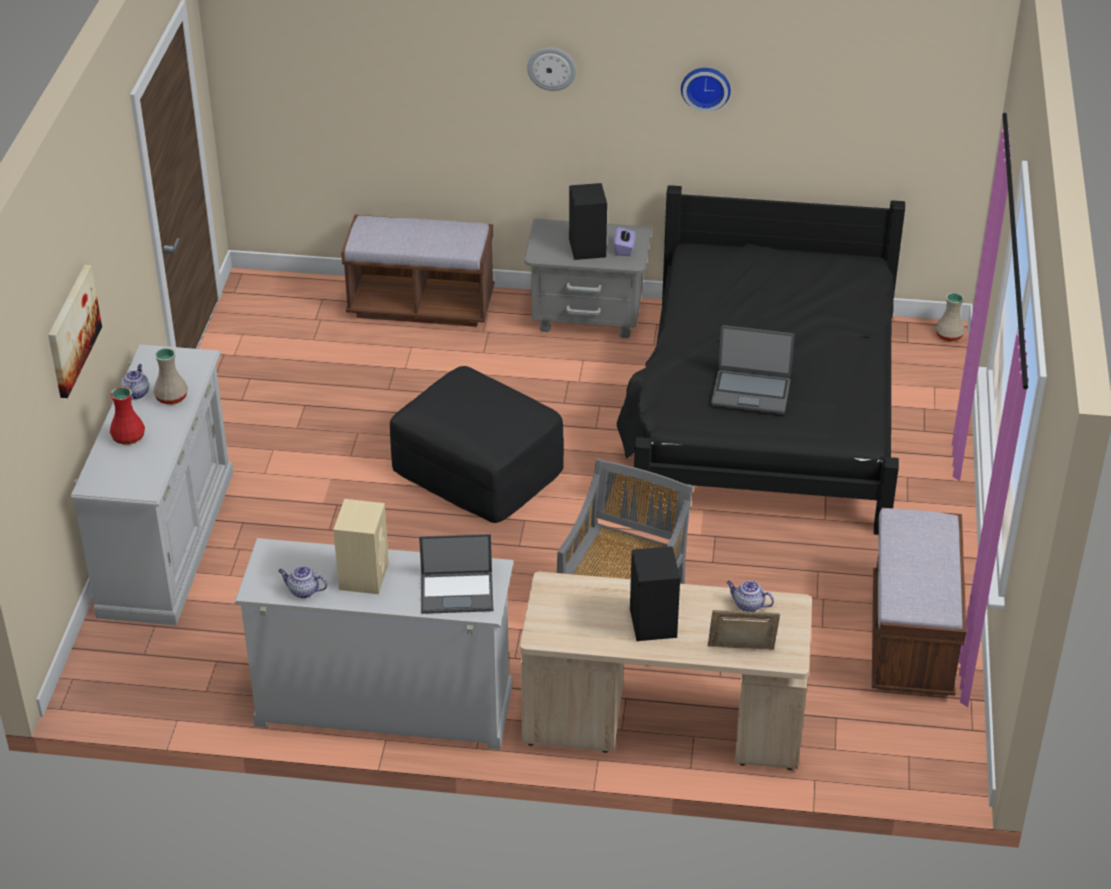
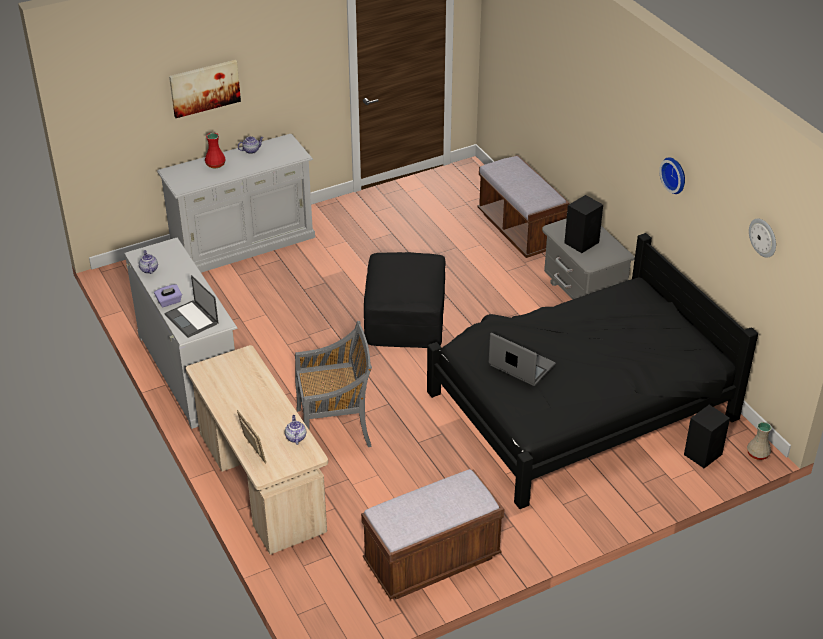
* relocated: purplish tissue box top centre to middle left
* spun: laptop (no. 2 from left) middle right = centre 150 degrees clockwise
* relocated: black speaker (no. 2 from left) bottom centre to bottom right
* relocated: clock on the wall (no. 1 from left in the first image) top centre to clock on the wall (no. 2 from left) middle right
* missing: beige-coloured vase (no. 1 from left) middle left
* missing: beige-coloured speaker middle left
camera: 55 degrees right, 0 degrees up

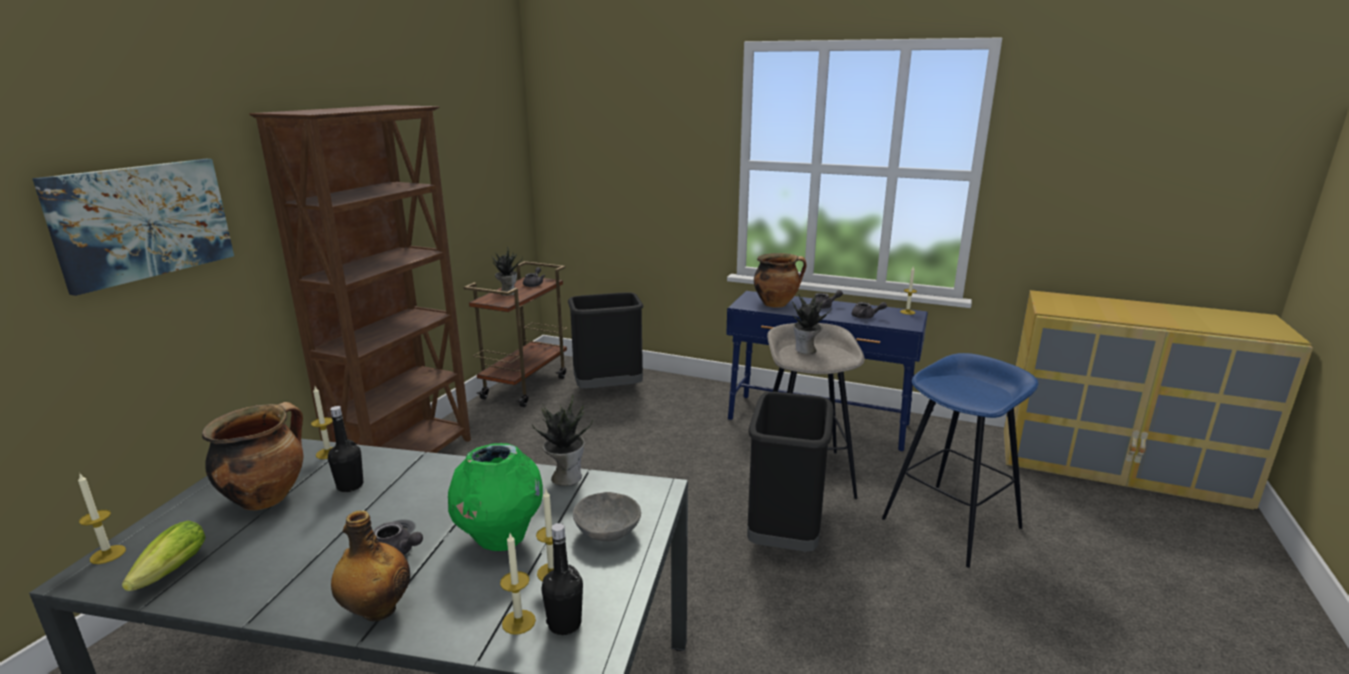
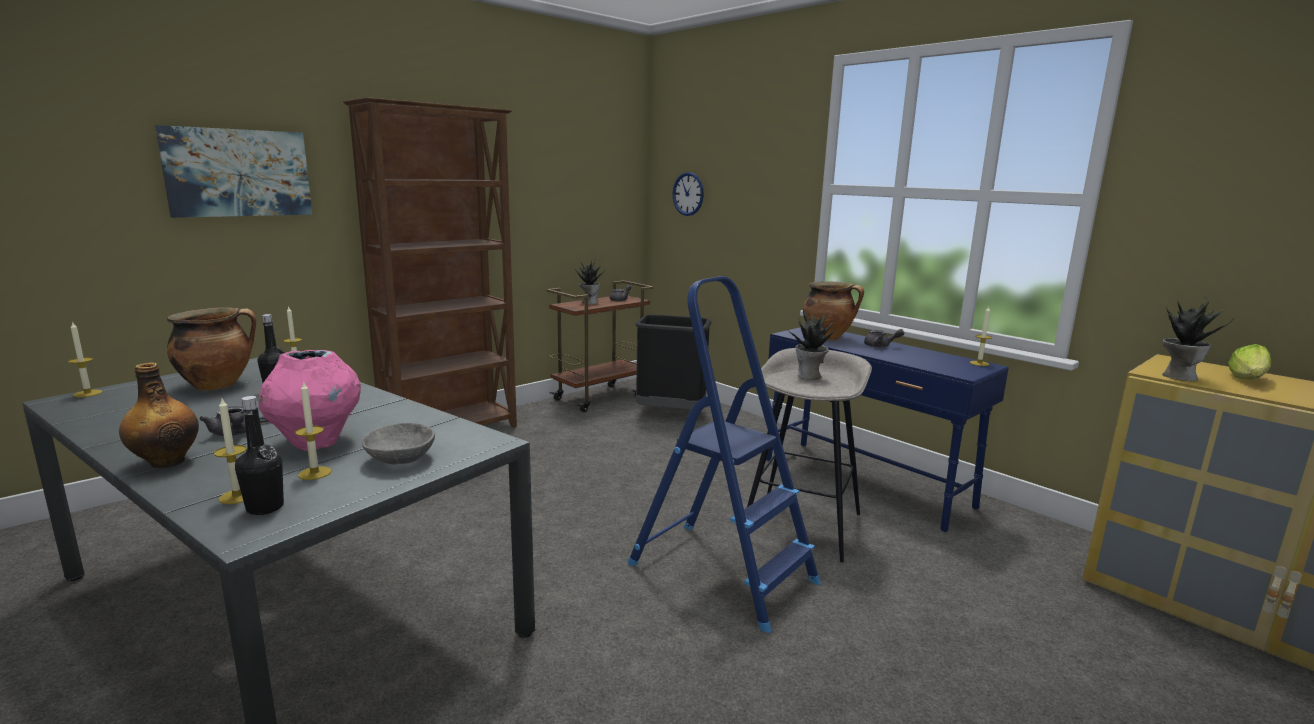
* colour: green vase bottom centre to pinkish vase middle left
* exchanged: black rubbish bin (no. 2 from left) bottom centre to bluish step ladder centre
* appeared: clock on the wall top centre
* relocated: plant in a pot (no. 2 from left in the first image) centre to plant in a pot (no. 3 from left) middle right
* relocated: lettuce bottom left to middle right
* missing: greyish tea pot (no. 4 from left) centre
* missing: bluish stool seat bottom right
camera: 25 degrees right, 5 degrees down

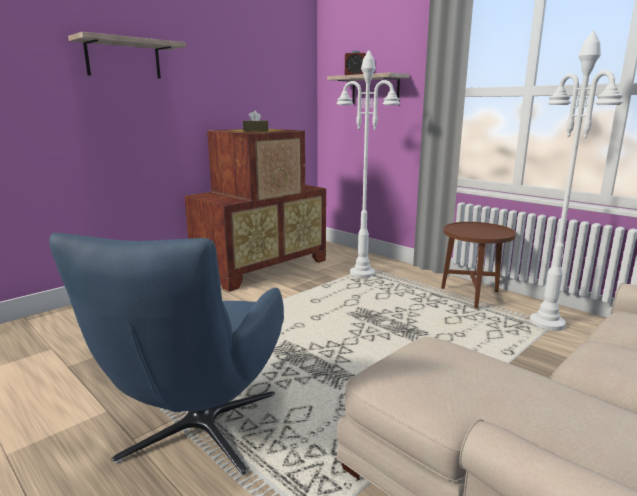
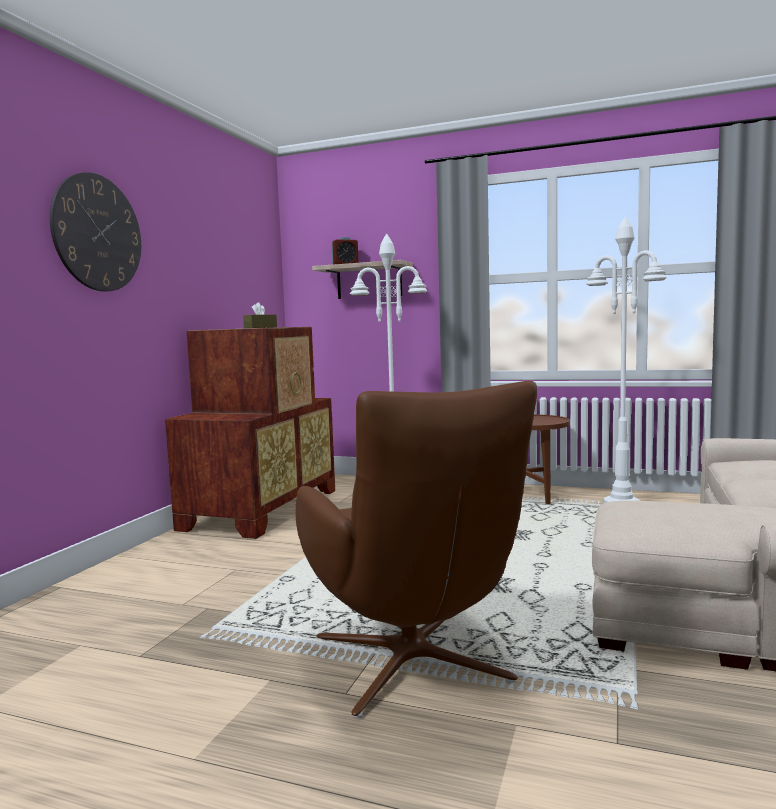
* exchanged: wall shelf (no. 1 from left) top left to clock on the wall top left
* colour: bluish easy chair bottom left to brown easy chair bottom centre
camera: 25 degrees left, 10 degrees down

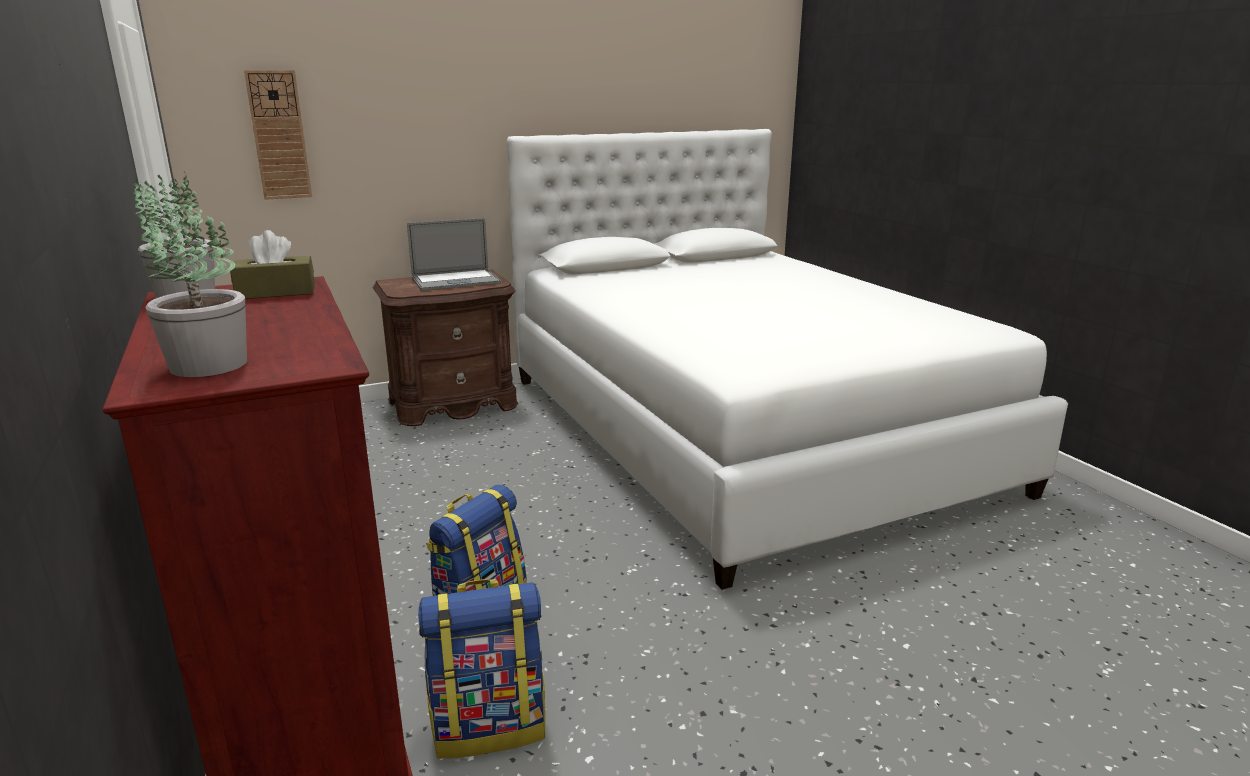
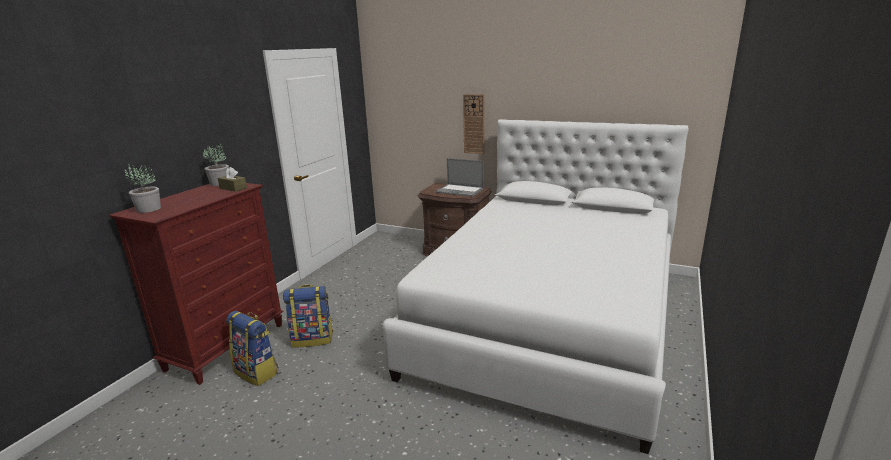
* relocated: clock on the wall top left to top centre
camera: 50 degrees right, 0 degrees up

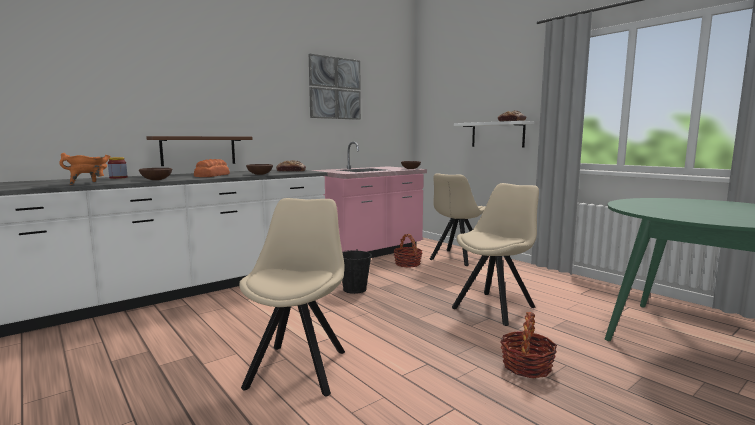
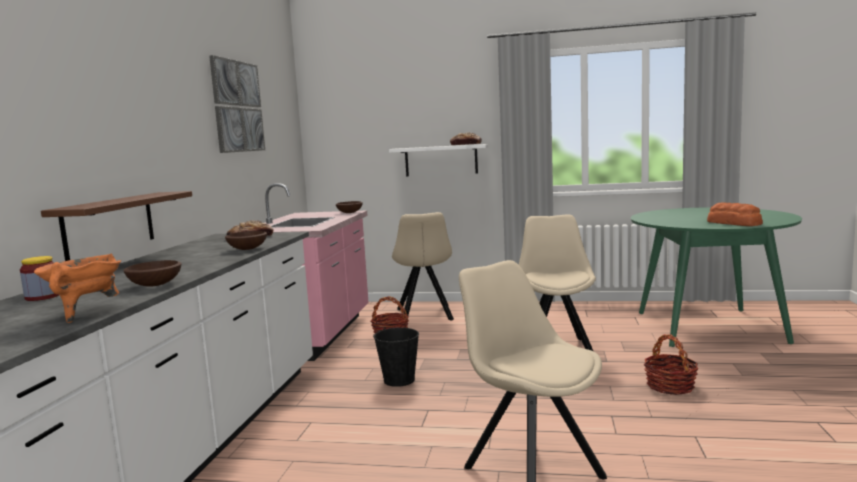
* relocated: baked bread (no. 1 from left in the first image) middle left to baked bread (no. 3 from left) middle right
camera: 40 degrees left, 0 degrees up

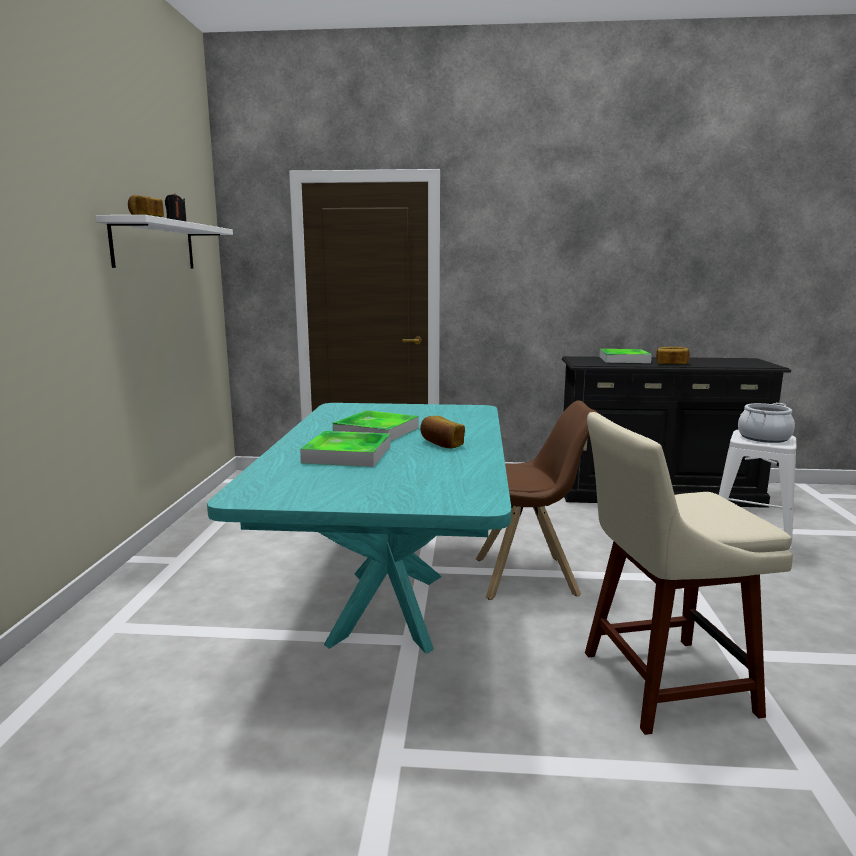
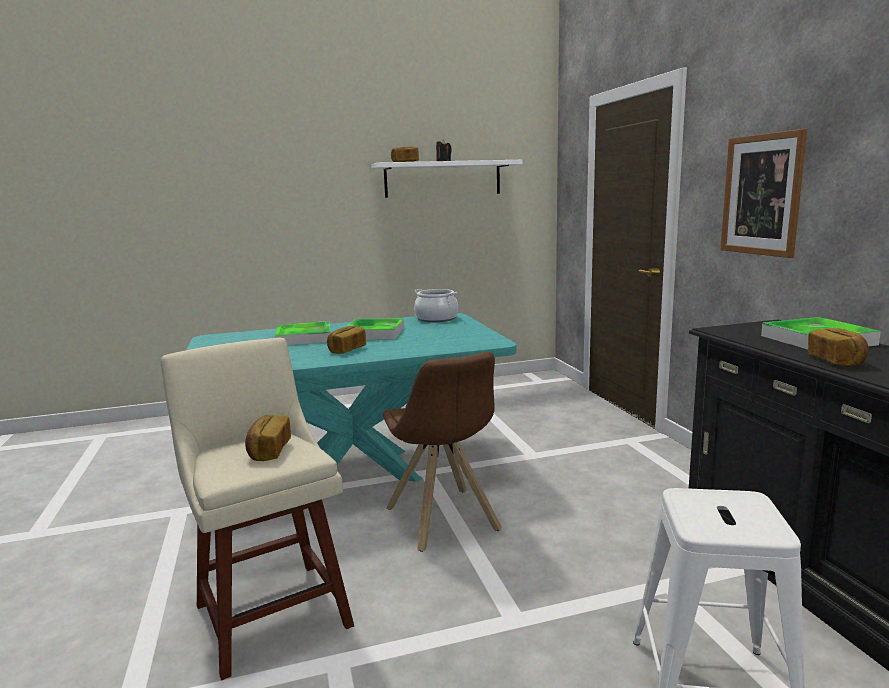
* appeared: baked bread (no. 1 from left) middle left
* relocated: stockpot middle right to centre
* appeared: wall art top right
camera: 70 degrees right, 0 degrees up

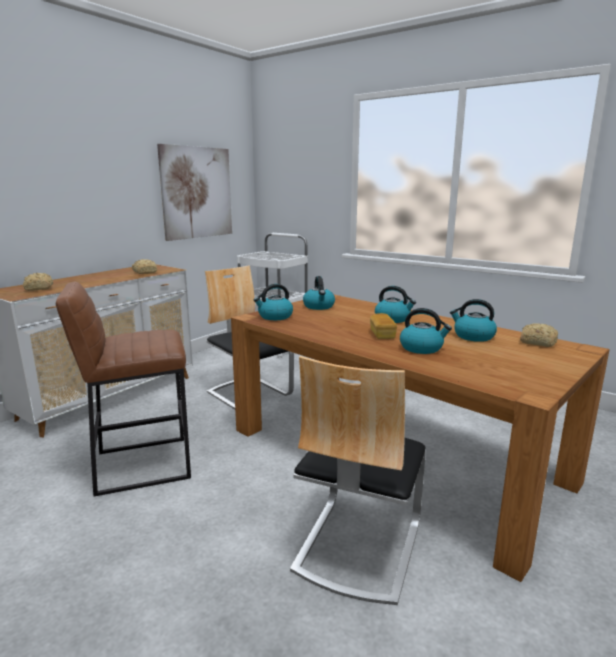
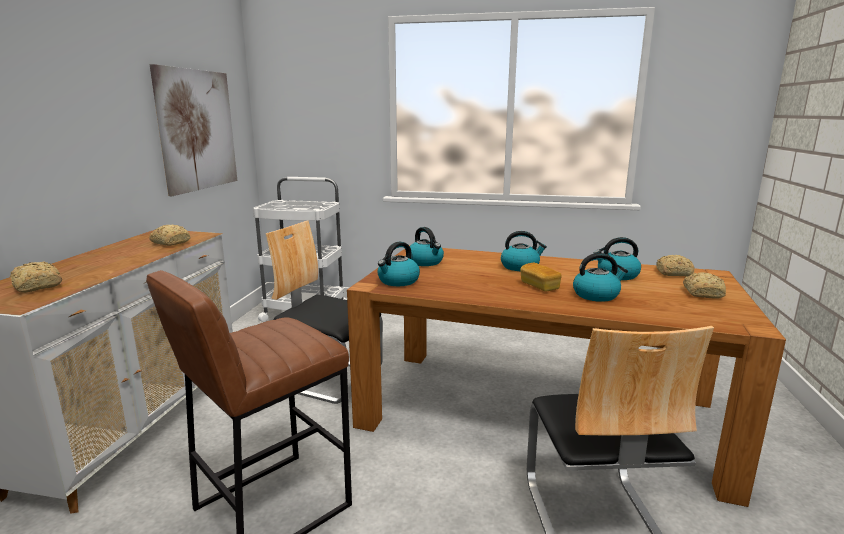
* appeared: baked bread (no. 5 from left) middle right
camera: 25 degrees left, 0 degrees up

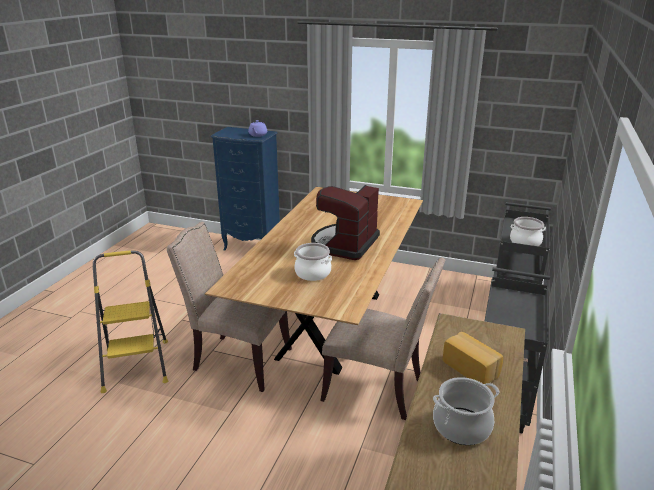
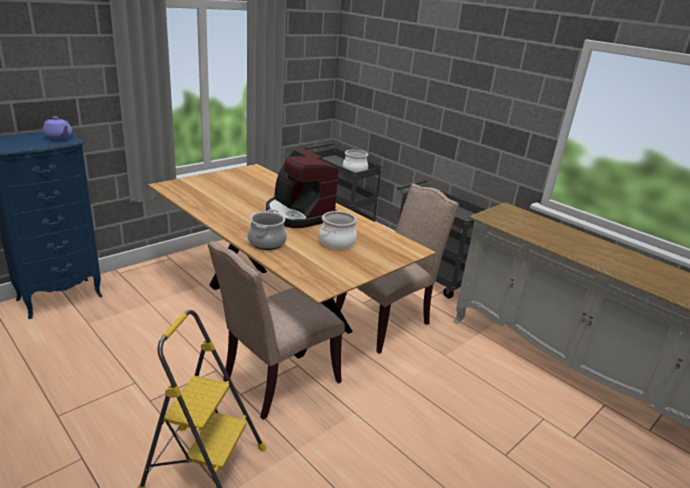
* relocated: stockpot (no. 2 from left in the first image) bottom right to stockpot (no. 1 from left) centre
* missing: baked bread bottom right
camera: 65 degrees left, 0 degrees up

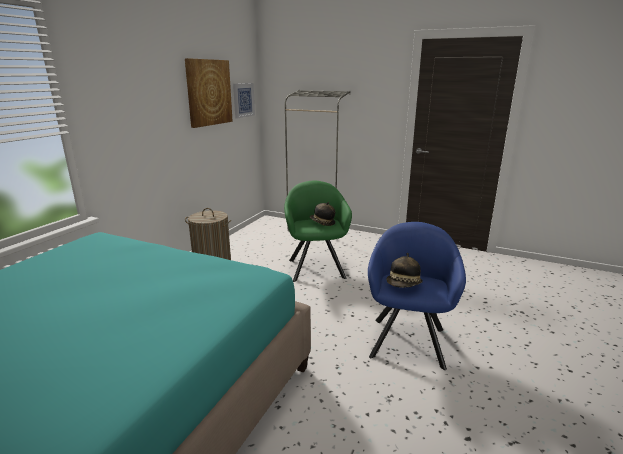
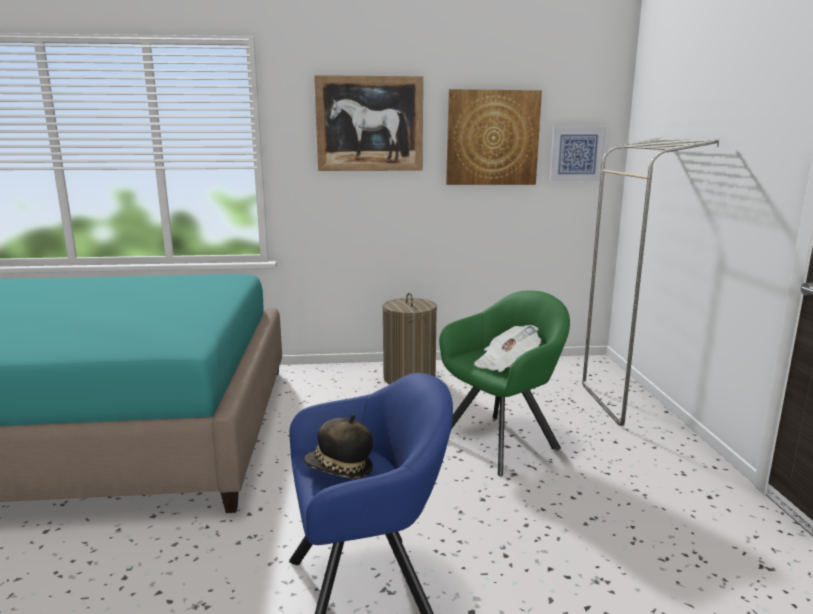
* appeared: wall art (no. 1 from left) top centre
* exchanged: wearable hat (no. 1 from left) centre to newspaper centre
camera: 60 degrees right, 5 degrees down

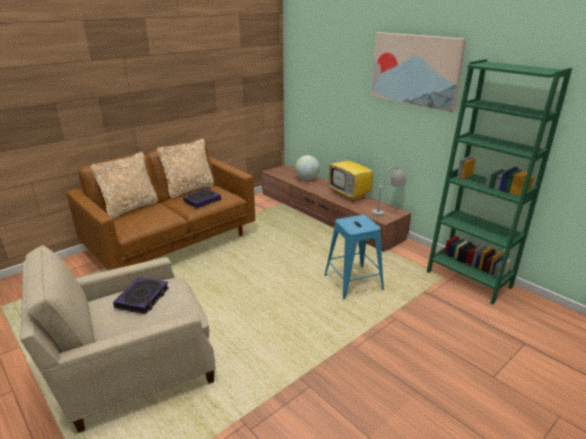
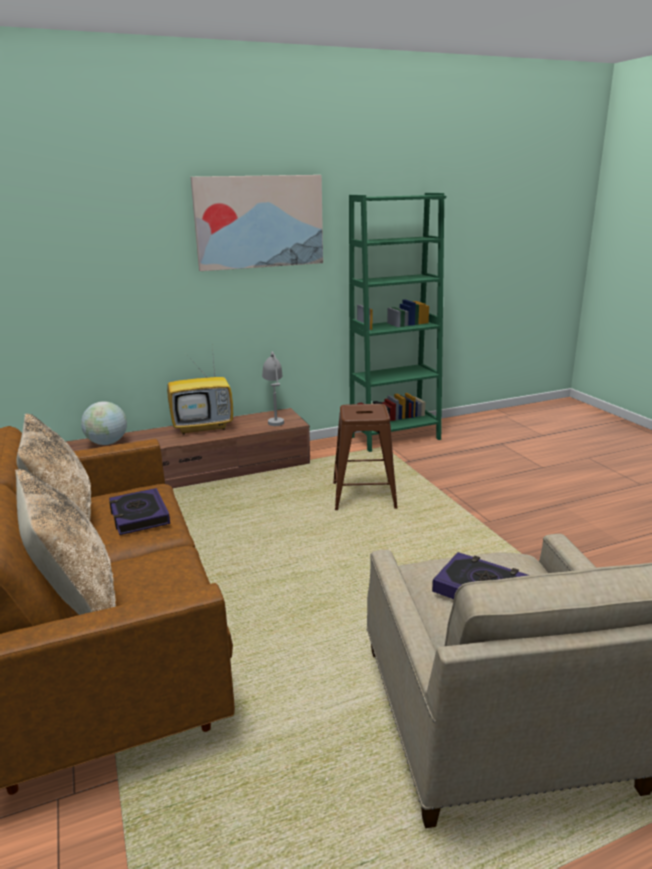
* colour: bluish stool seat centre to brown stool seat centre
camera: 70 degrees left, 5 degrees down

